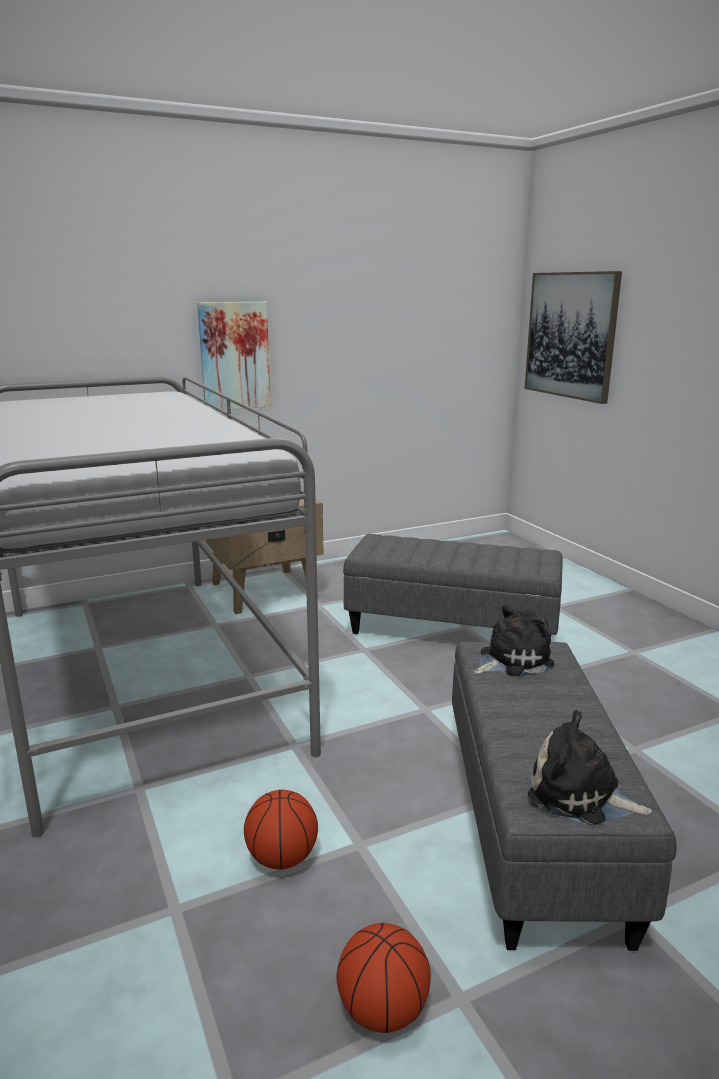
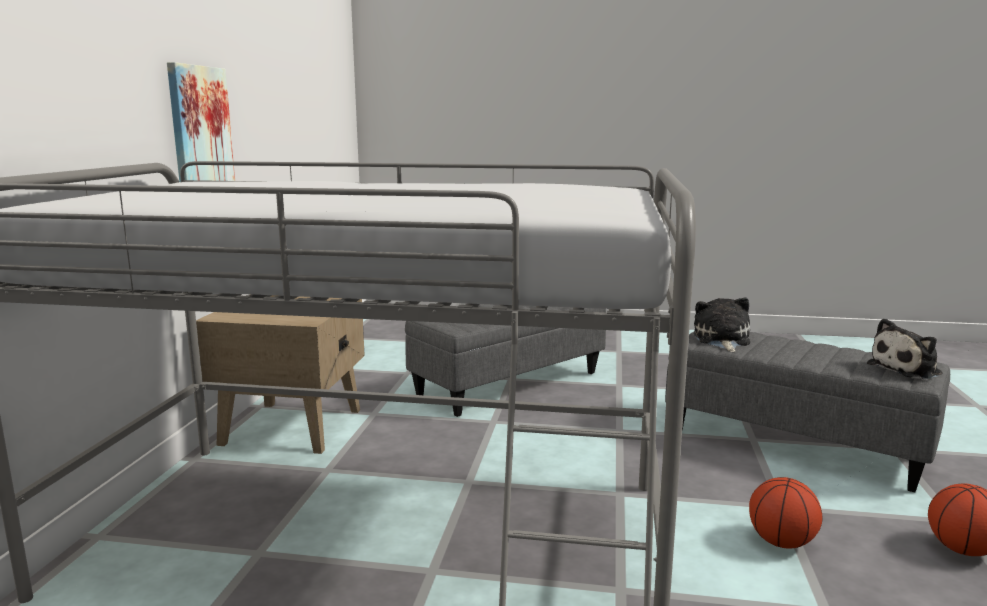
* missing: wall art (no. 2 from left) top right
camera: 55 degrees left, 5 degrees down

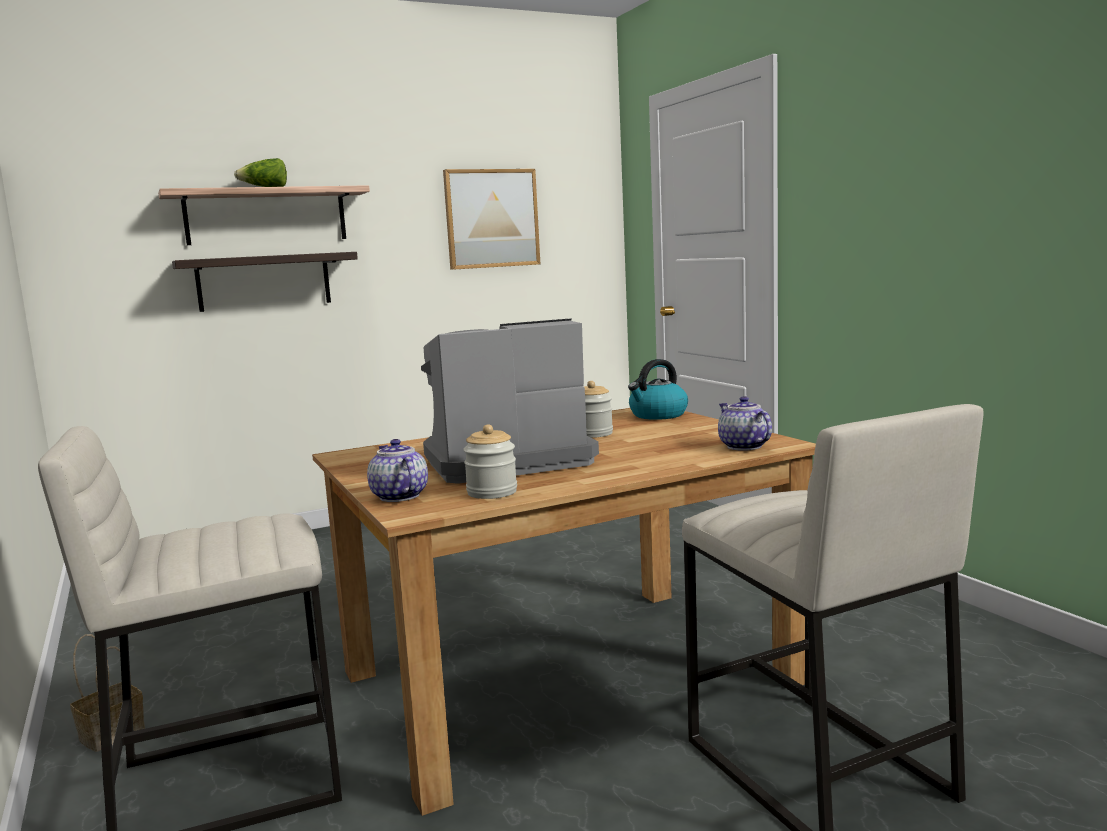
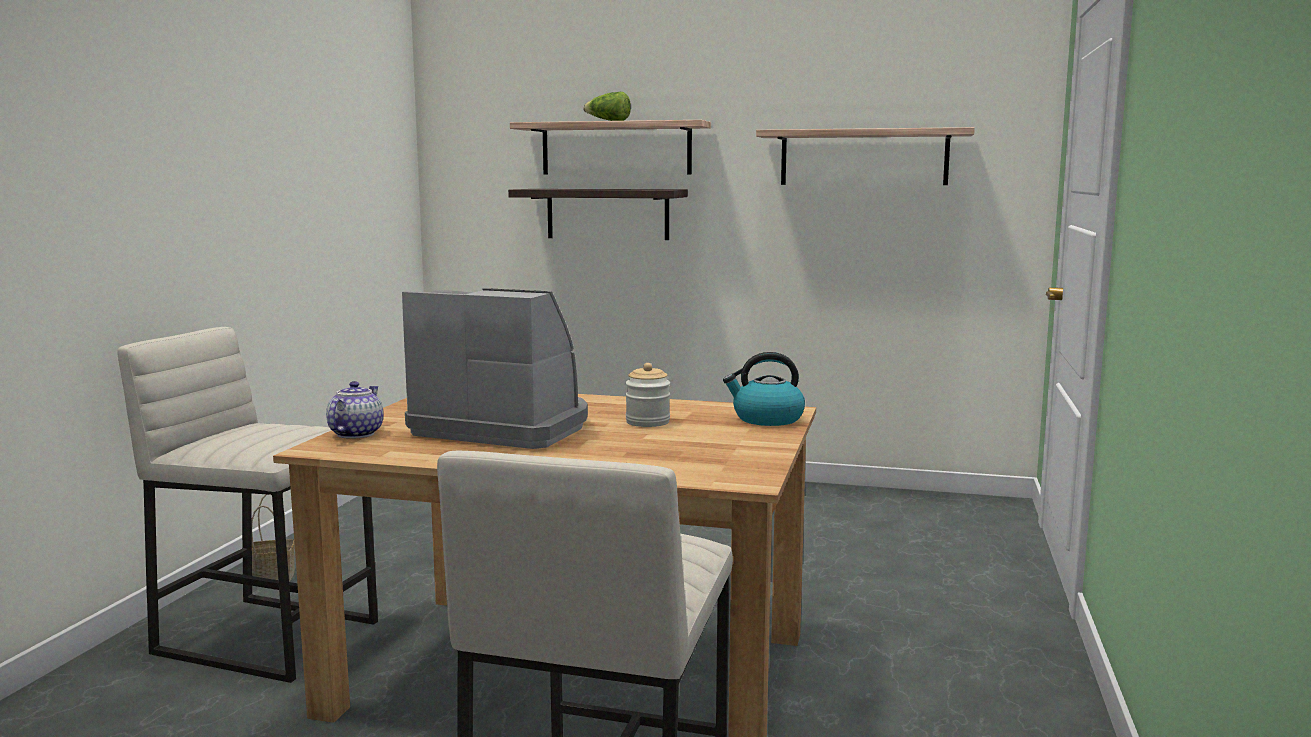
* exchanged: wall art top centre to wall shelf (no. 3 from left) top centre
* missing: jar (no. 1 from left) centre
* missing: tea pot (no. 2 from left) middle right
camera: 40 degrees right, 0 degrees up

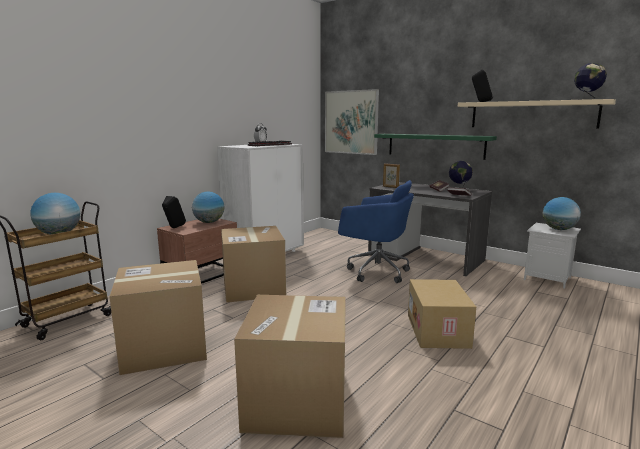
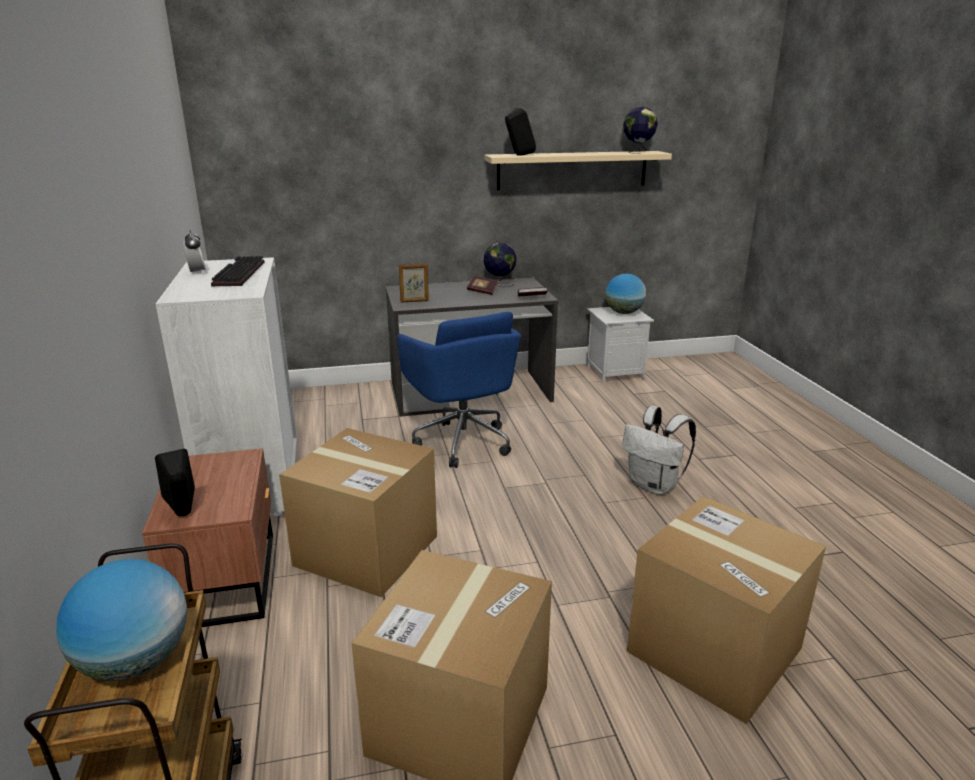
* spun: bluish office chair centre = centre 90 degrees clockwise
* exchanged: packing box (no. 4 from left) bottom right to white rucksack middle right
* missing: globe (no. 2 from left) middle left
* missing: wall art top centre
* missing: green wall shelf top right
camera: 50 degrees left, 10 degrees up

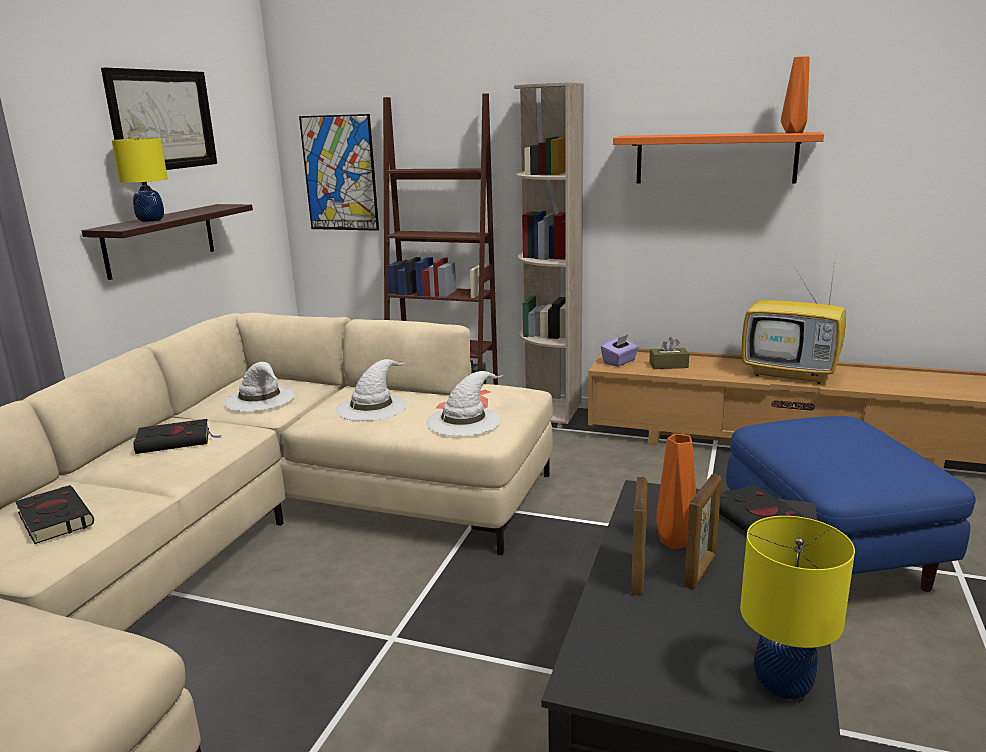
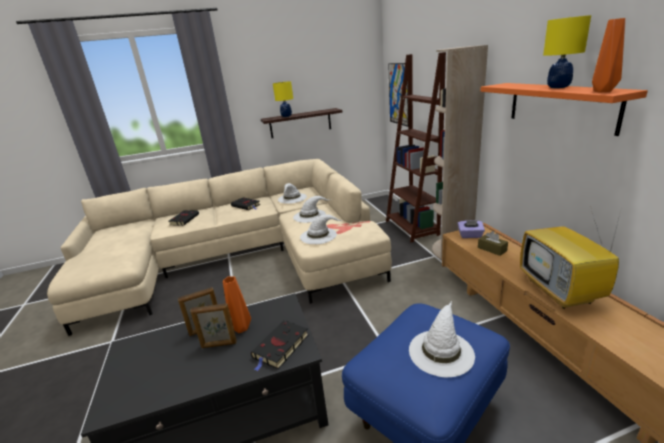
* appeared: white wearable hat (no. 4 from left) bottom centre
* relocated: yellow-coloured lamp for a table (no. 2 from left) bottom right to top right
* missing: wall art (no. 1 from left) top left
camera: 55 degrees right, 5 degrees up

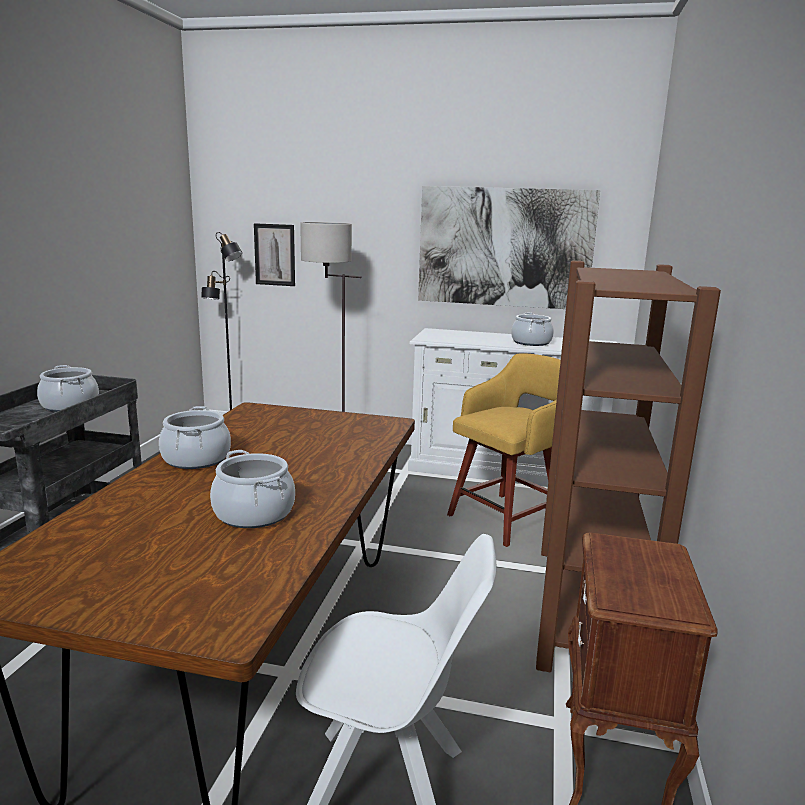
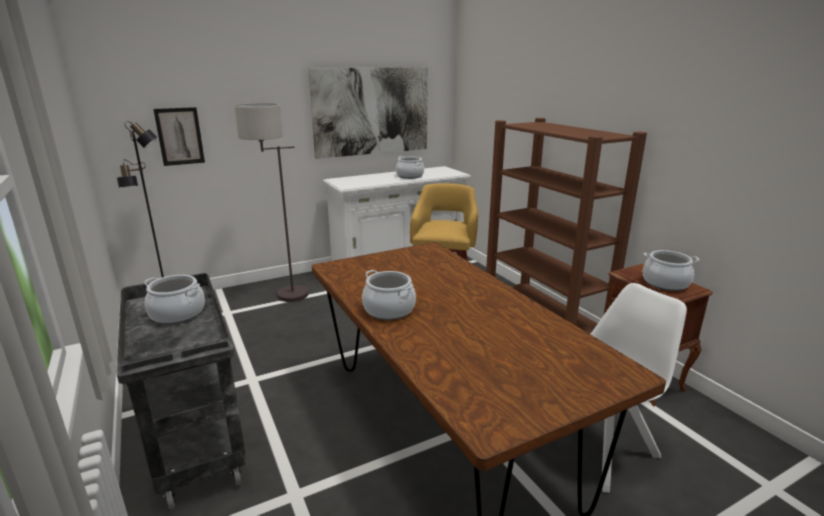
* relocated: stockpot (no. 3 from left in the first image) middle left to stockpot (no. 4 from left) middle right
camera: 40 degrees left, 5 degrees up

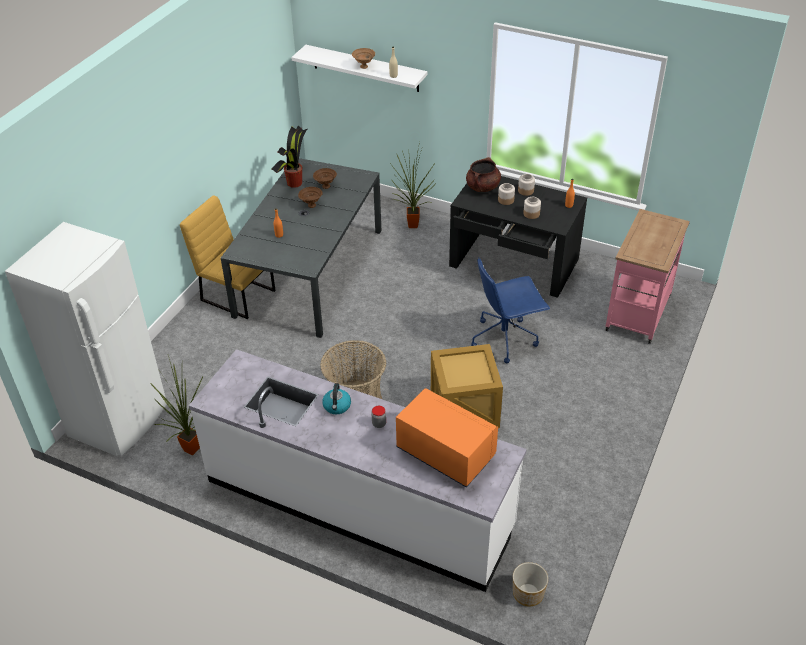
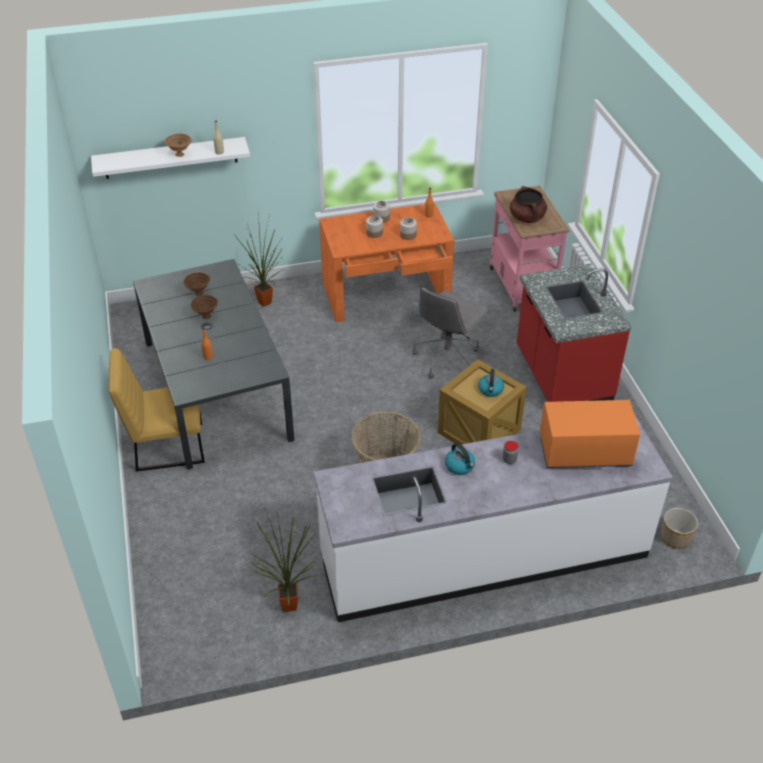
* colour: black desk table centre to orange-coloured desk table centre
* colour: bluish office chair centre to greyish office chair centre
* appeared: tea kettle (no. 2 from left) centre
* relocated: brown stockpot top centre to top right
* appeared: red-coloured kitchen base unit middle right
* missing: white kitchen fridge middle left
* missing: plant in a pot (no. 2 from left) top centre
camera: 40 degrees left, 0 degrees up

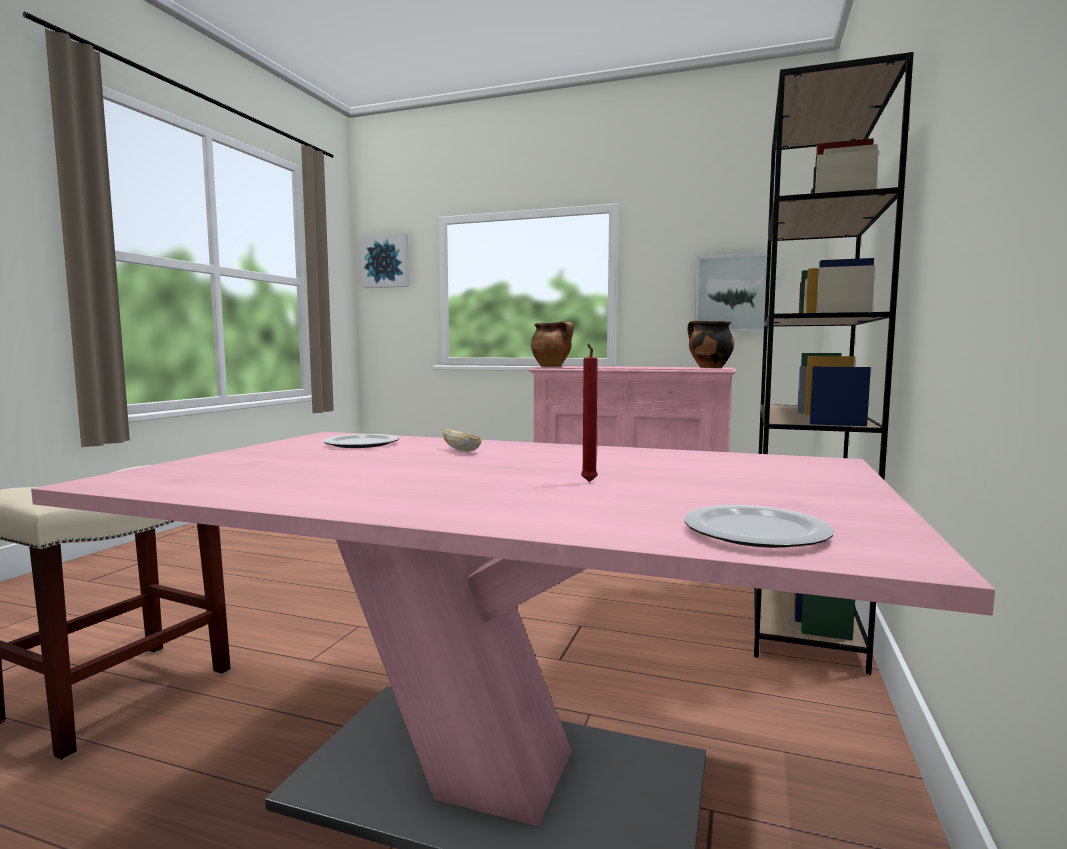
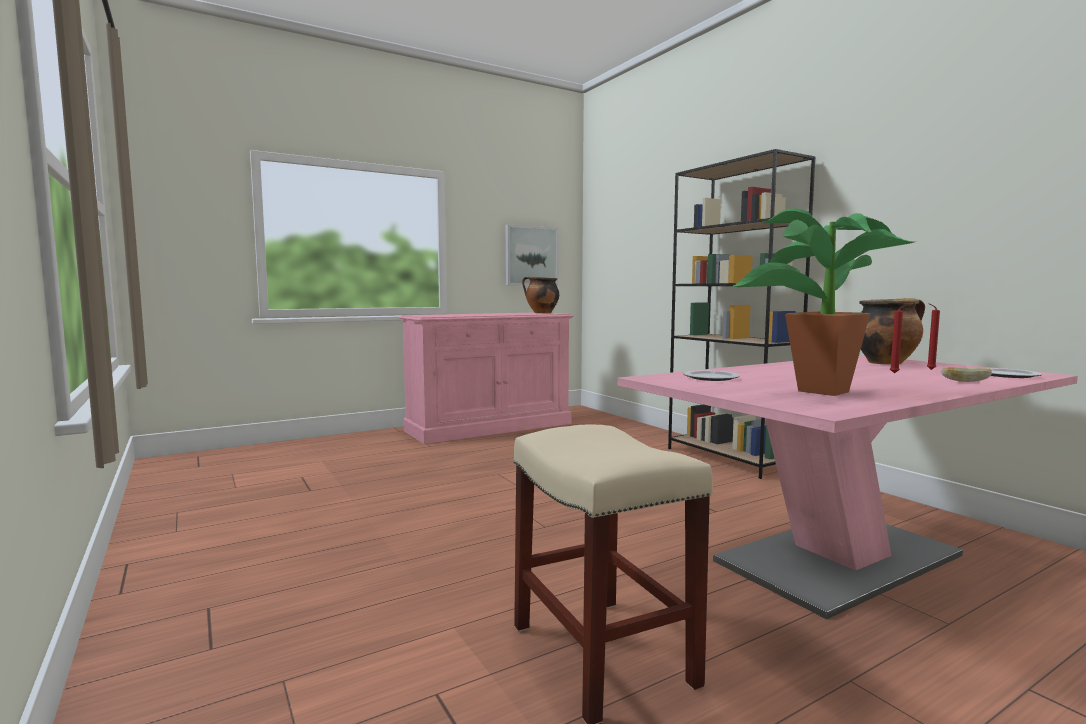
* appeared: plant in a pot middle right
* relocated: stockpot (no. 1 from left in the first image) centre to stockpot (no. 2 from left) middle right
* appeared: red-coloured wax light (no. 2 from left) middle right
* relocated: baked bread centre to middle right
* missing: wall art (no. 1 from left) top centre
camera: 50 degrees left, 0 degrees up

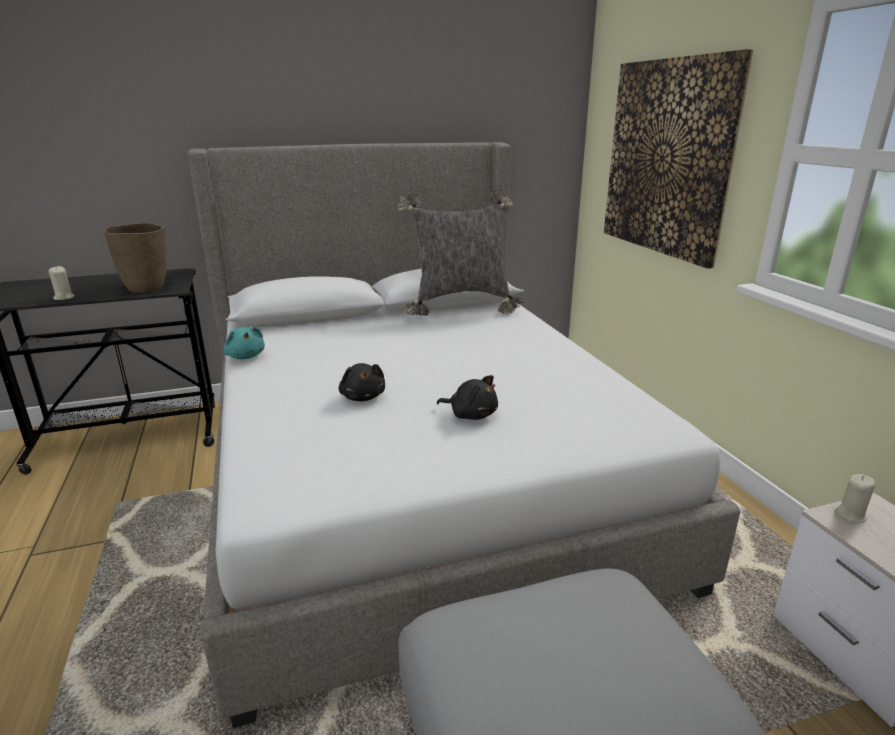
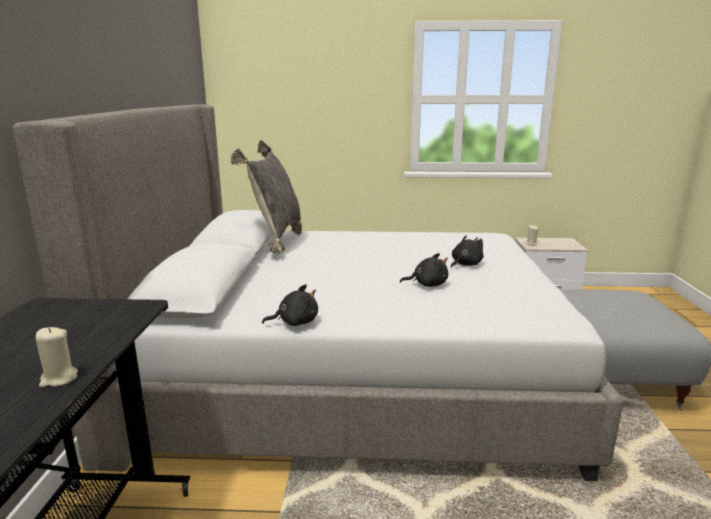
* colour: turquoise cuddly toy middle left to black cuddly toy (no. 1 from left) centre
* missing: brown vase middle left
* missing: wall art top right
camera: 70 degrees left, 5 degrees down

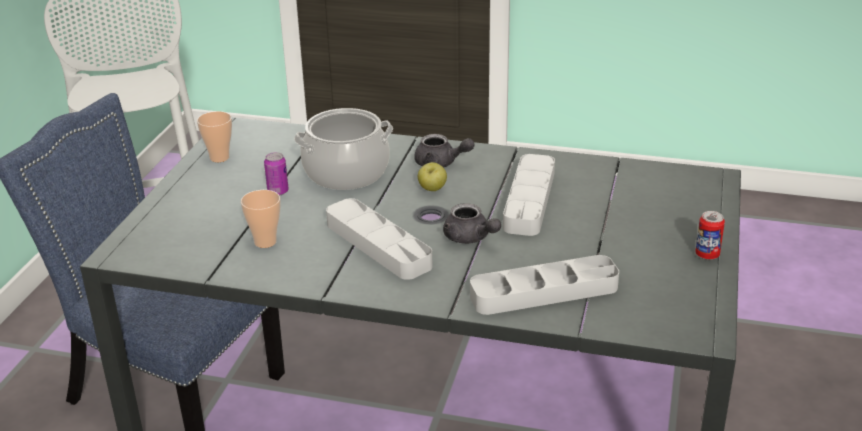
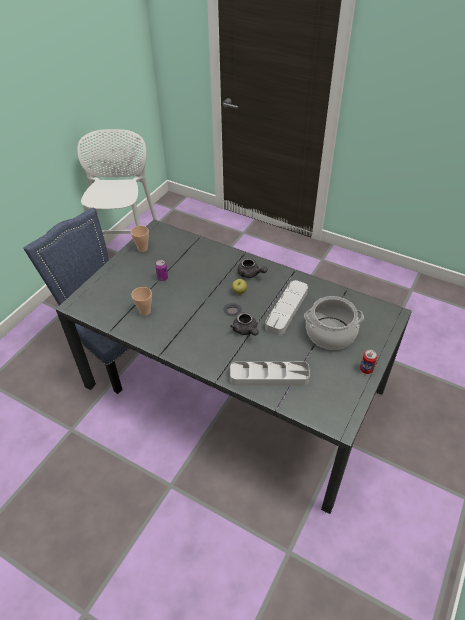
* relocated: stockpot centre to middle right
* missing: greyish carrying tray (no. 1 from left) centre
camera: 15 degrees right, 15 degrees up

